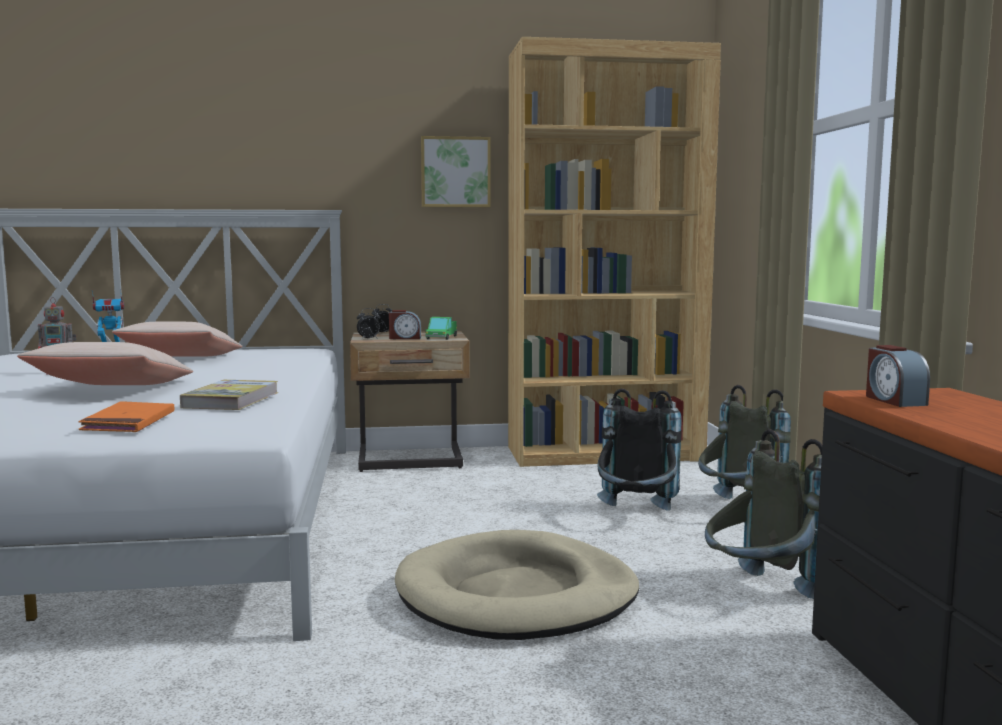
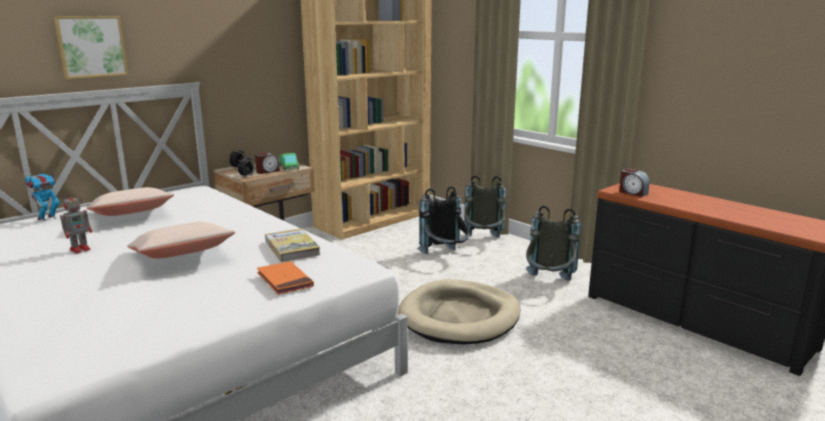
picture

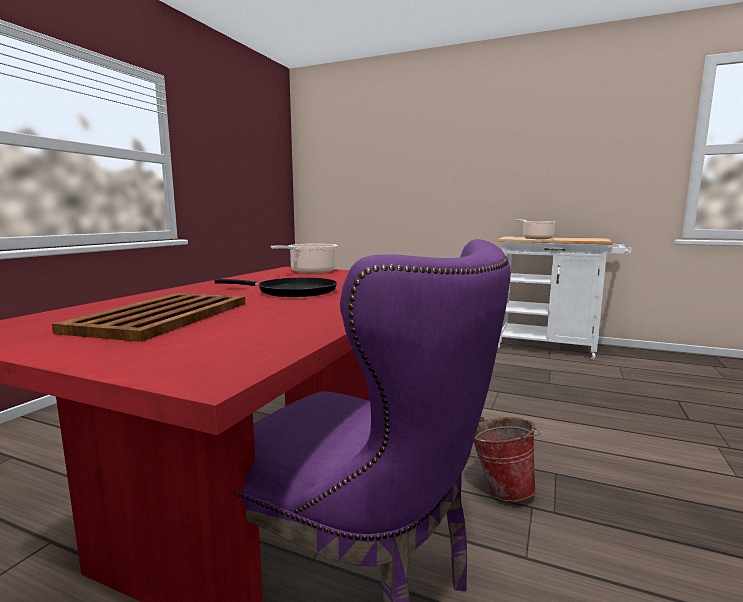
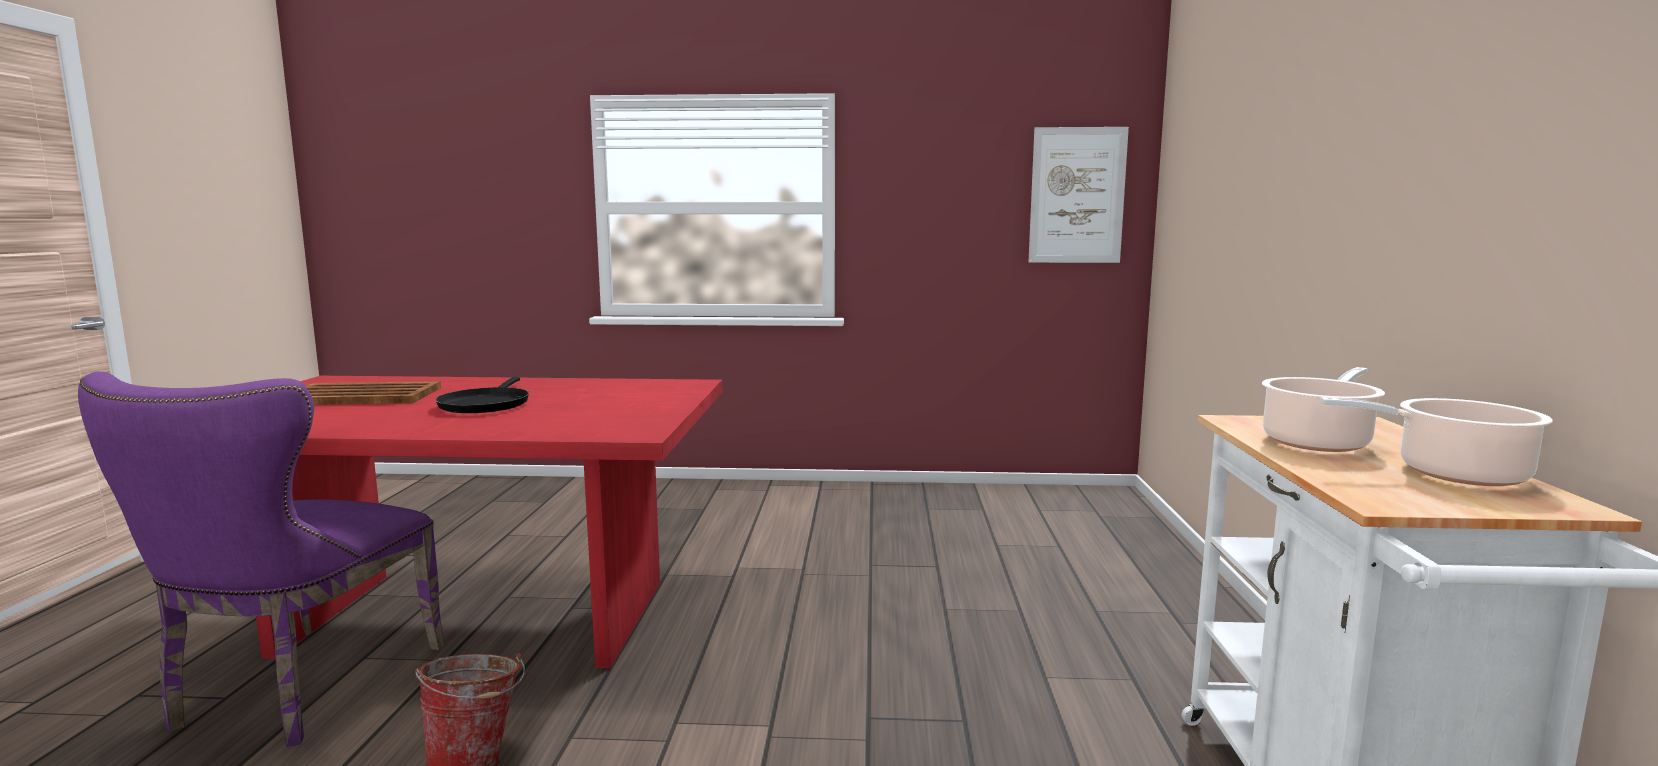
picture
cooking pot (2nd from left)

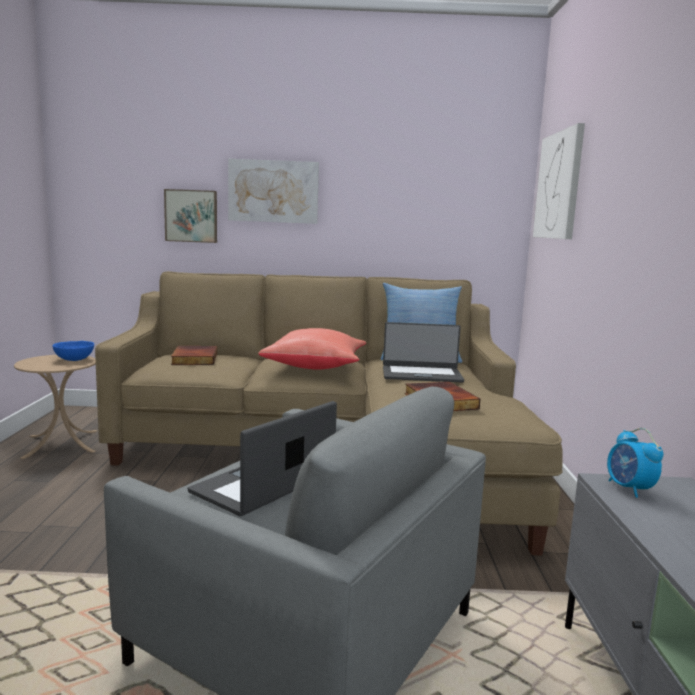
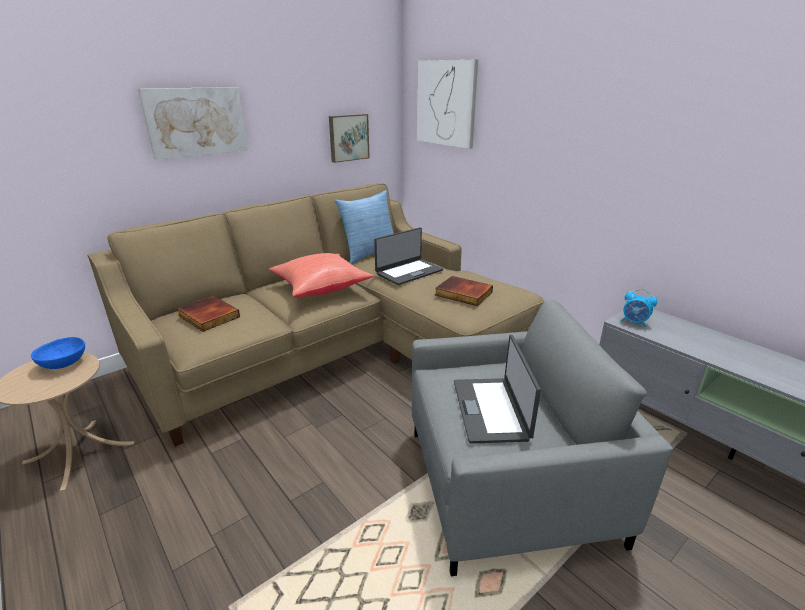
picture (2nd from left)

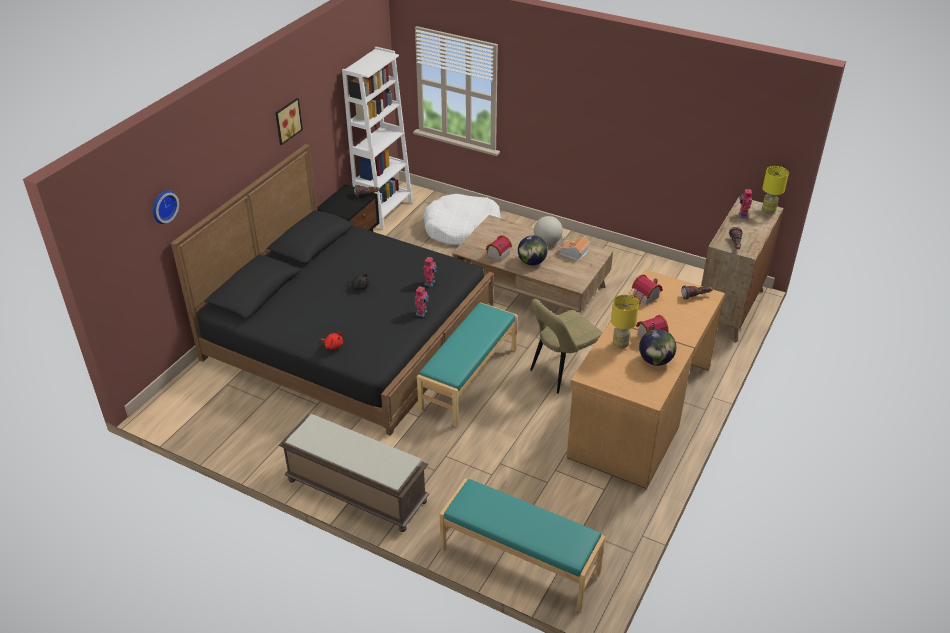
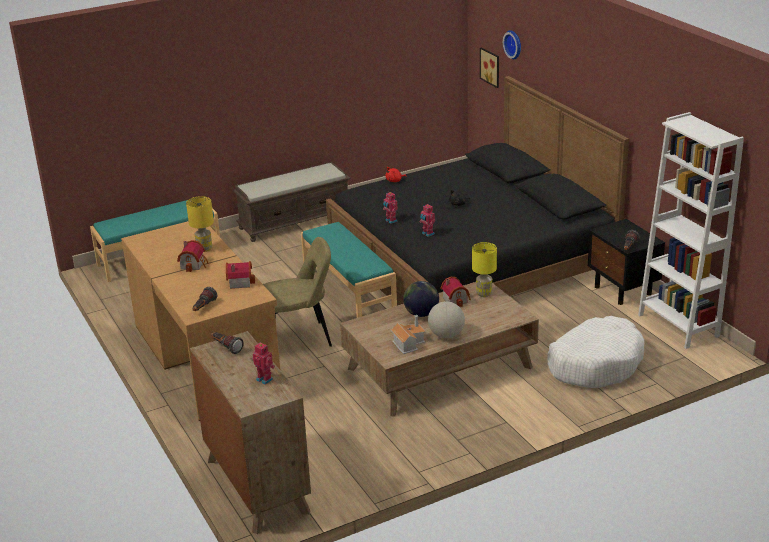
chair/beige
table lamp/yellow (2nd from left)
picture
globe (3rd from left in the first image)

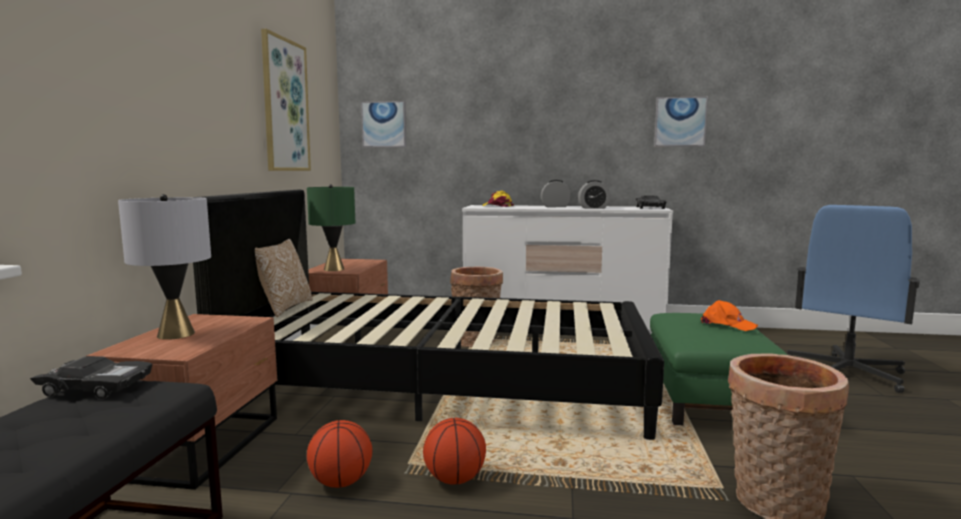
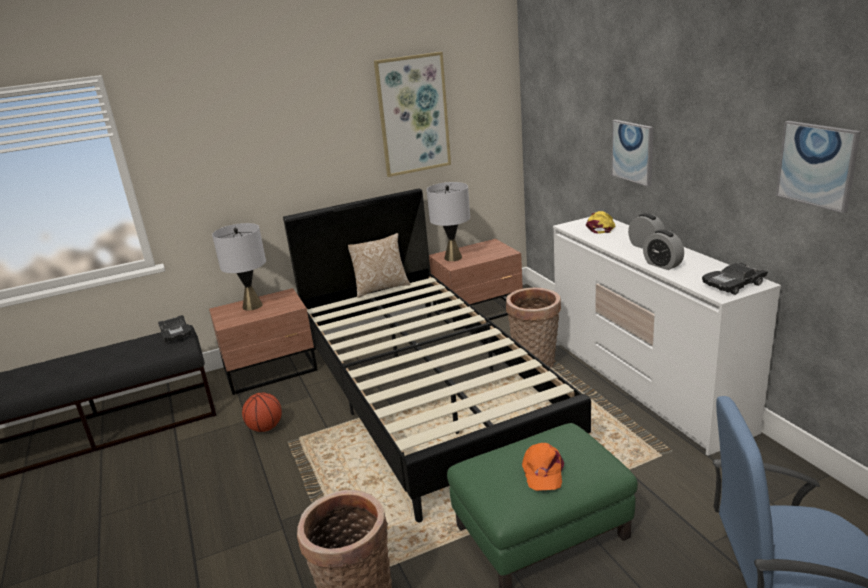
table lamp/grey (2nd from left)
picture (2nd from left)
basketball (2nd from left in the first image)

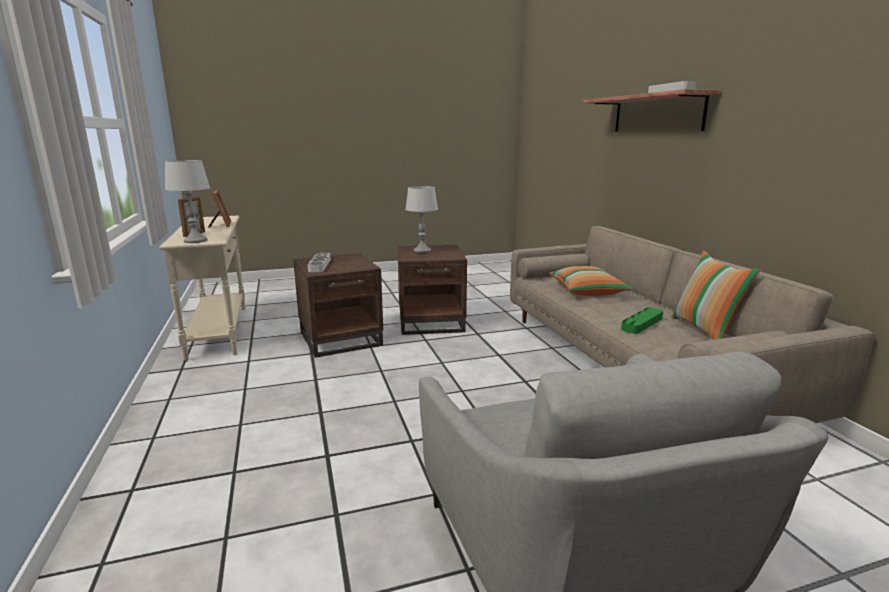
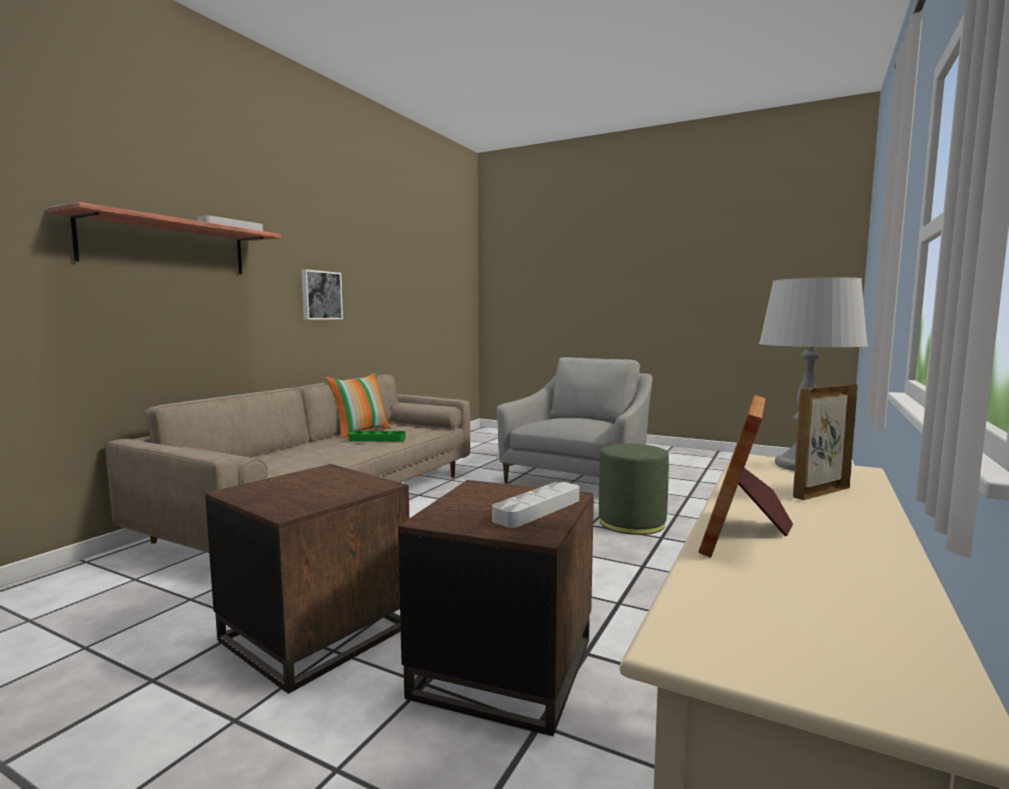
picture
ottoman/green
table lamp/grey (2nd from left in the first image)
pillow (1st from left in the first image)

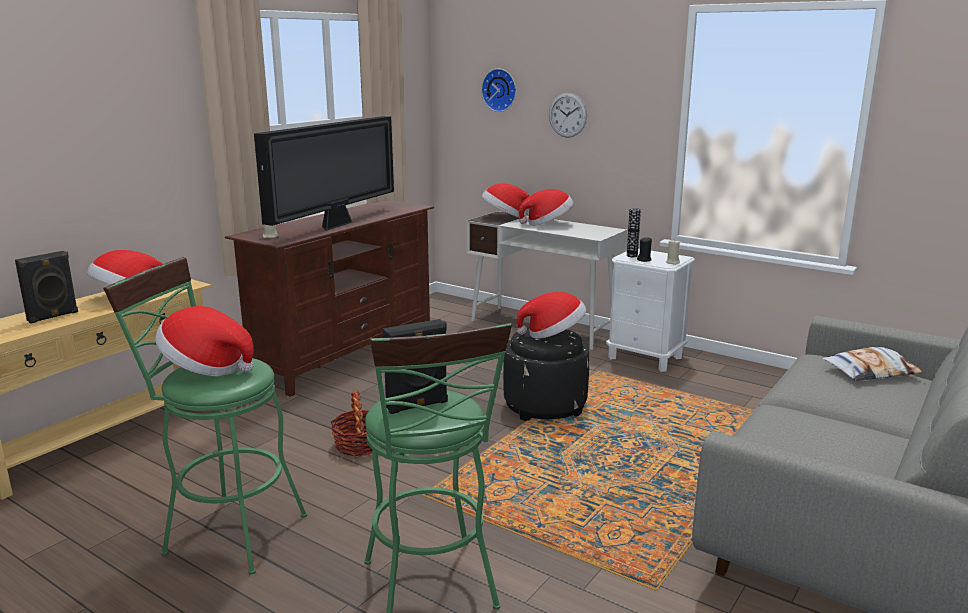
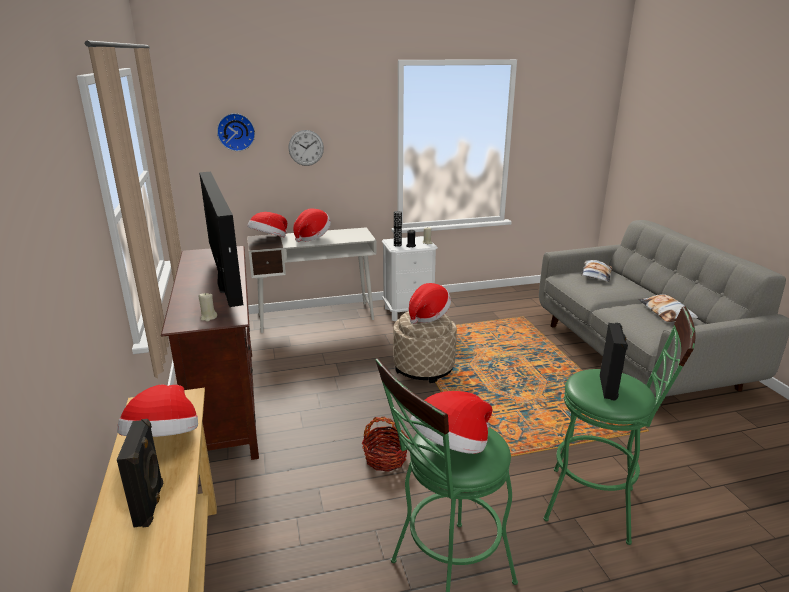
ottoman/beige
pillow (2nd from left)

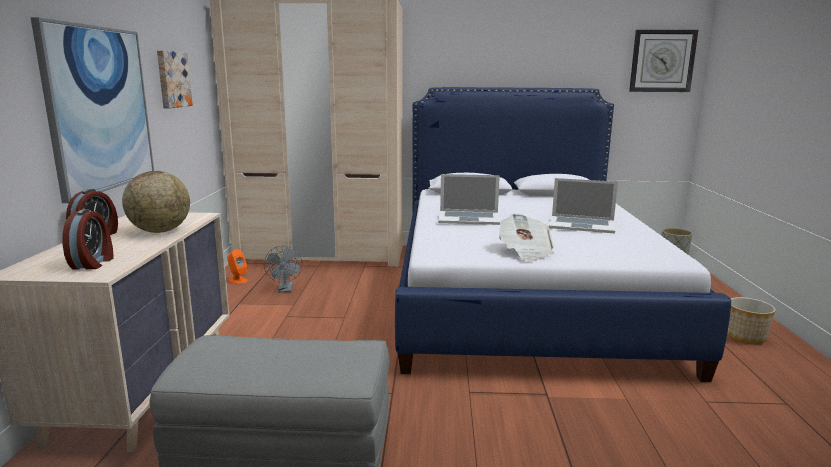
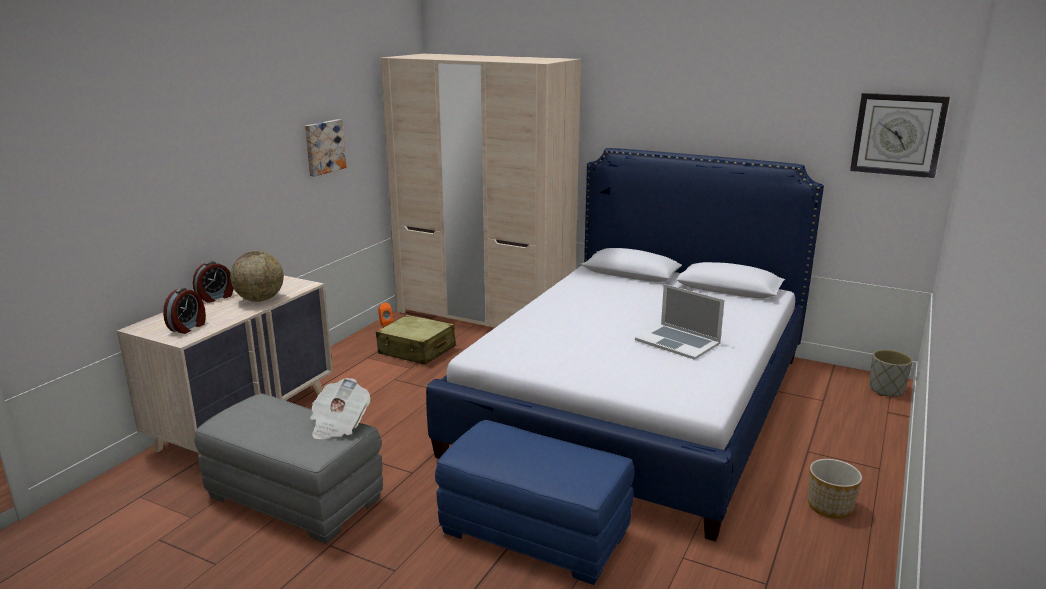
newspaper
suitcase/beige
ottoman/blue
picture (1st from left in the first image)
laptop (1st from left in the first image)

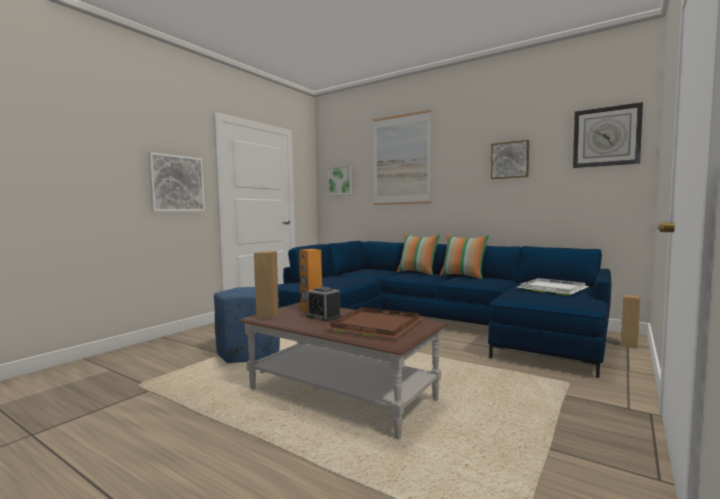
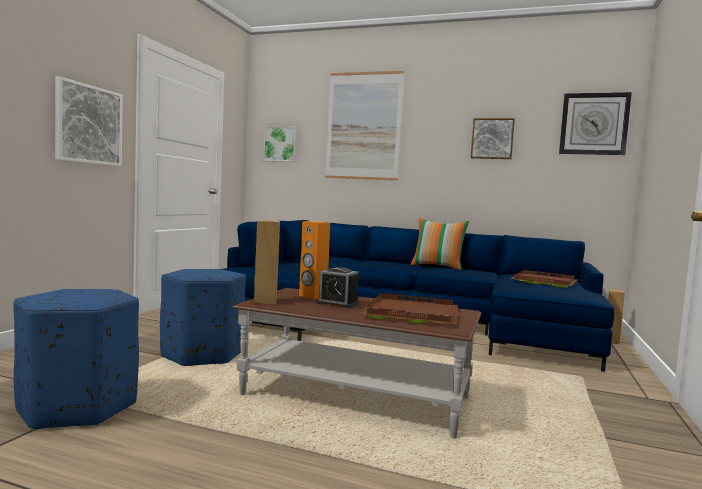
ottoman/blue (1st from left)
tray/brown (2nd from left)
pillow (1st from left in the first image)

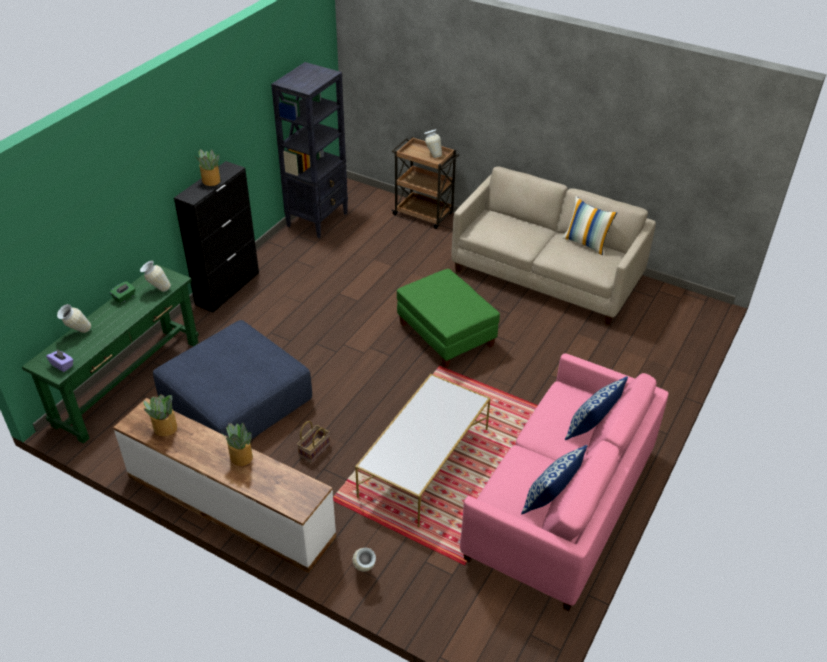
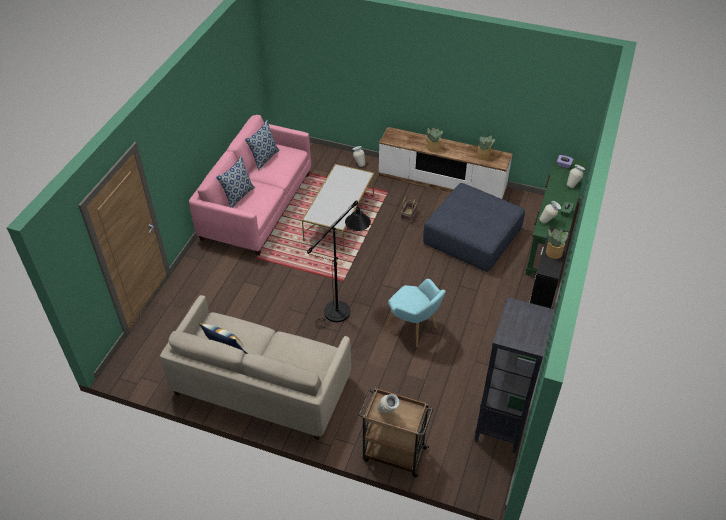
floor lamp/black
armchair/turquoise

